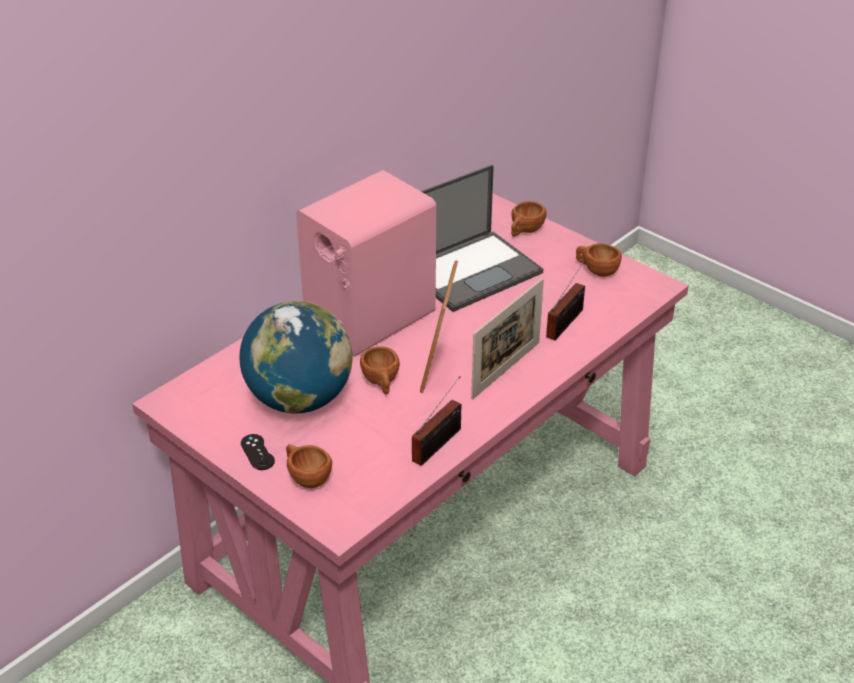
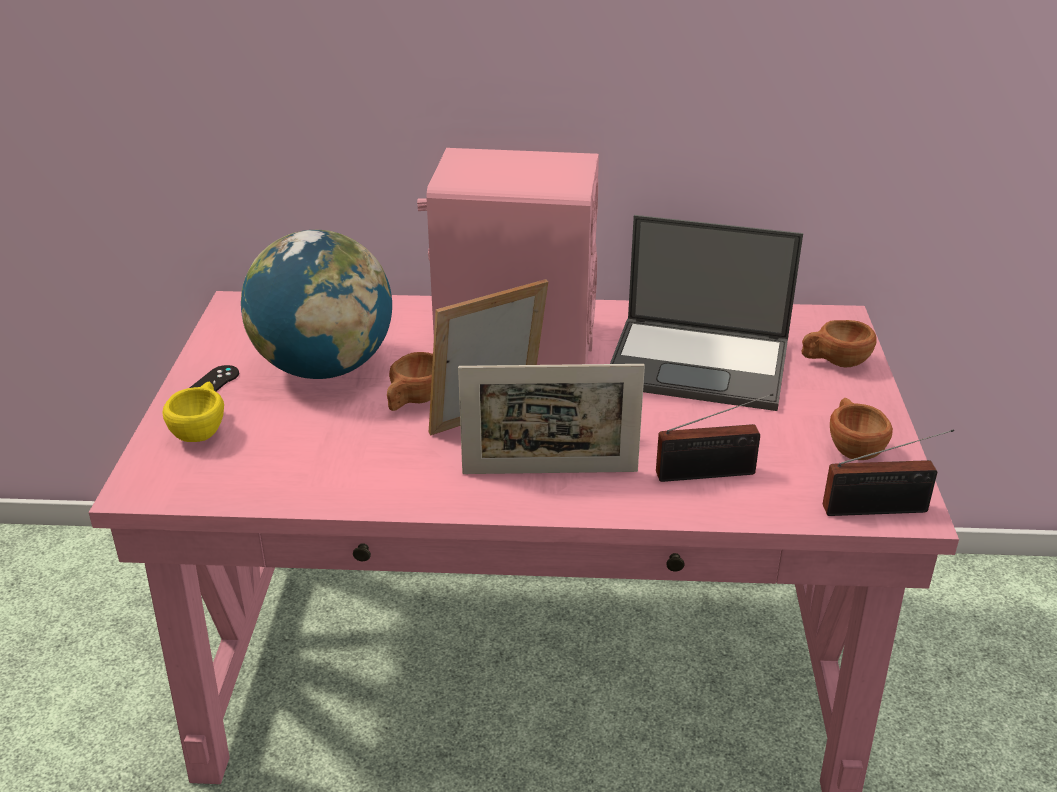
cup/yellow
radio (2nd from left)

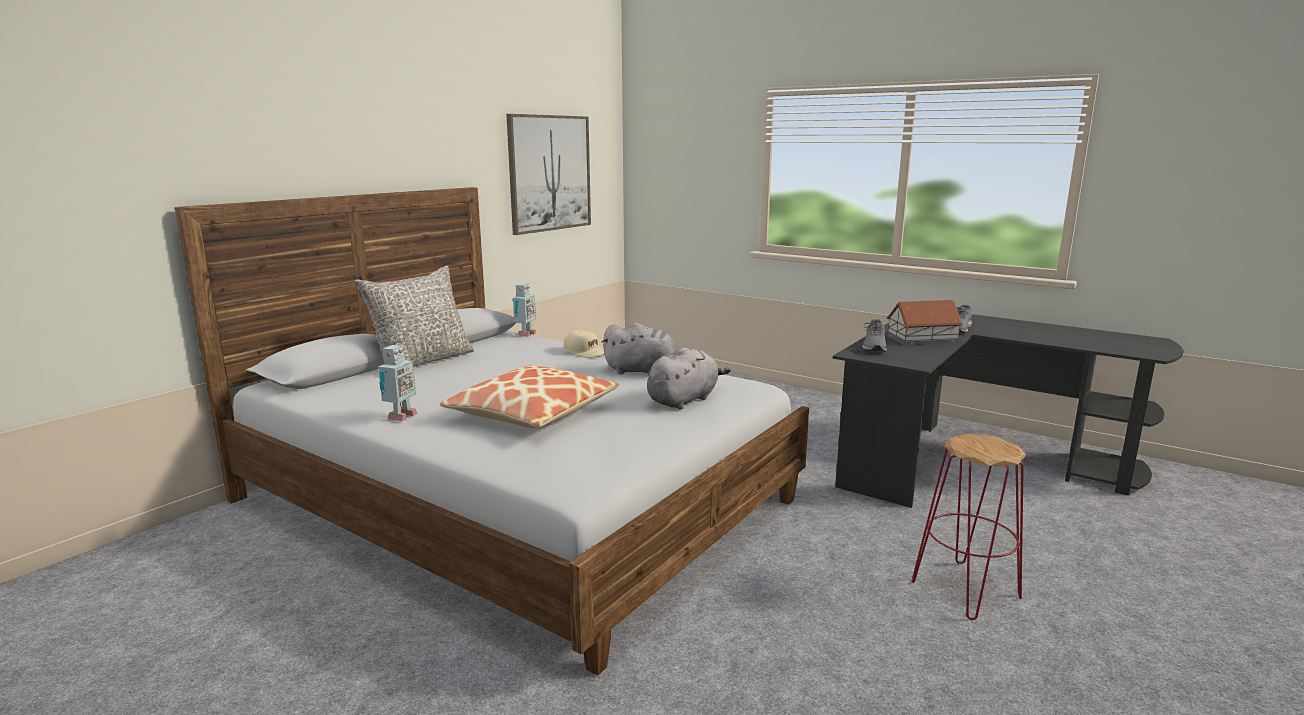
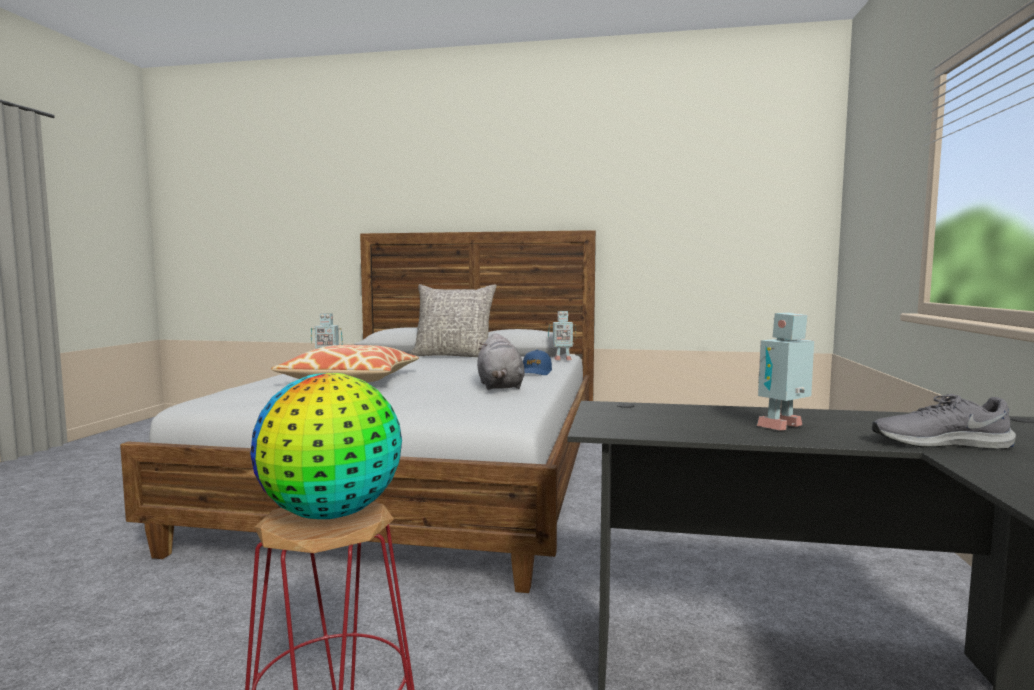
globe
cap/blue
toy robot (3rd from left)
picture
plush toy/grey (2nd from left in the first image)
shoe/grey (1st from left in the first image)

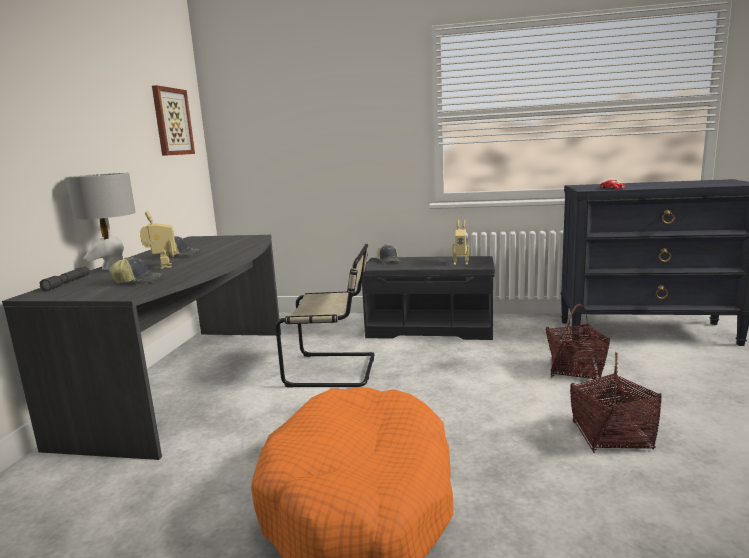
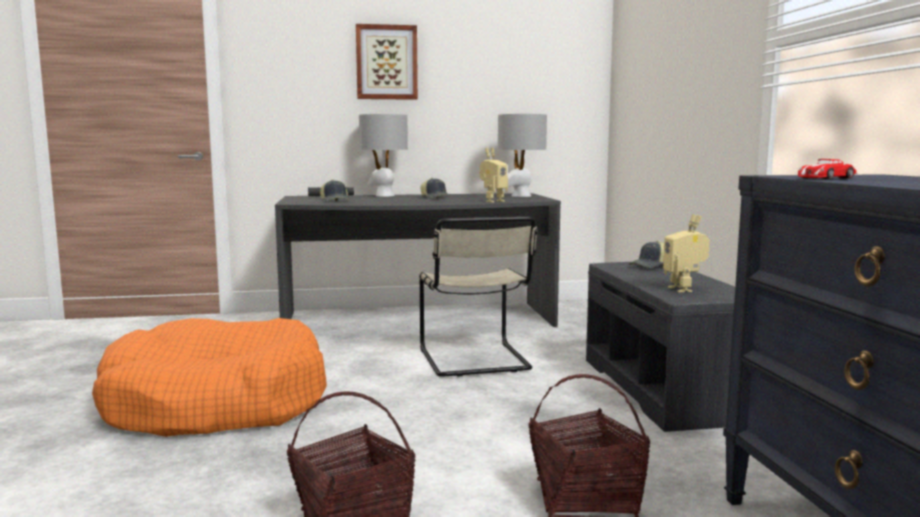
picture
toy robot (1st from left)
table lamp/grey (2nd from left)

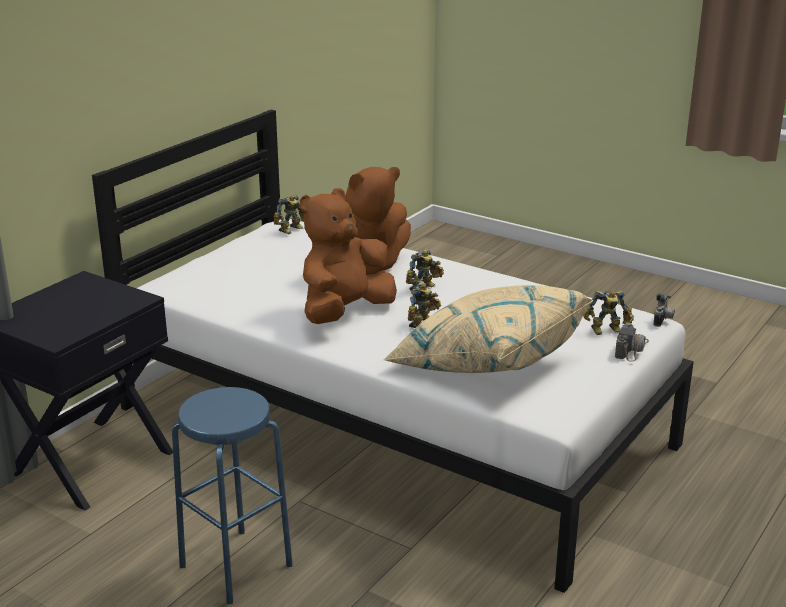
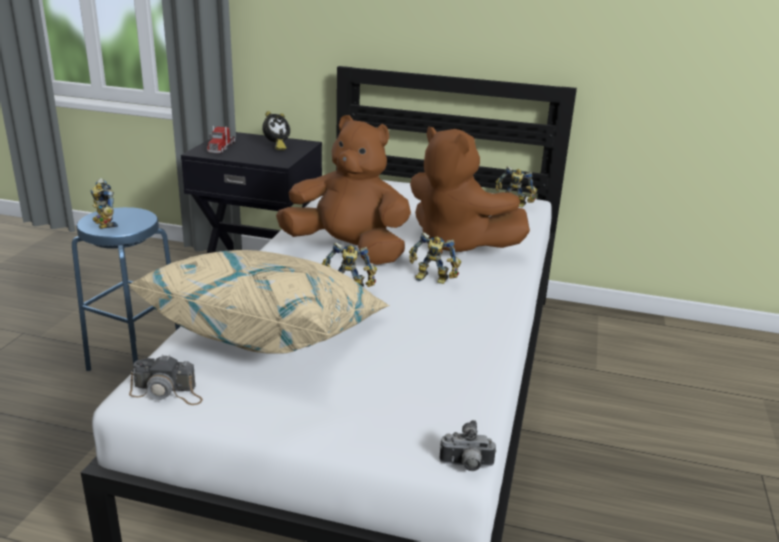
toy robot (1st from left)
photo camera (1st from left)
toy truck
alarm clock

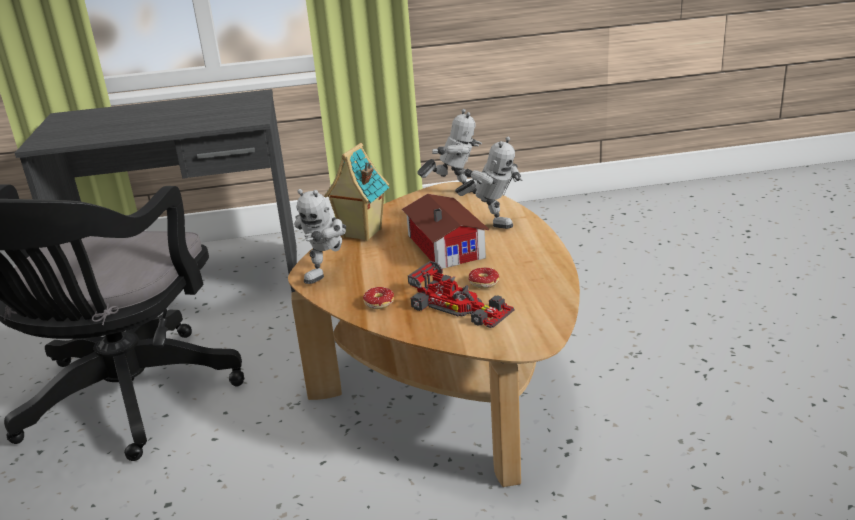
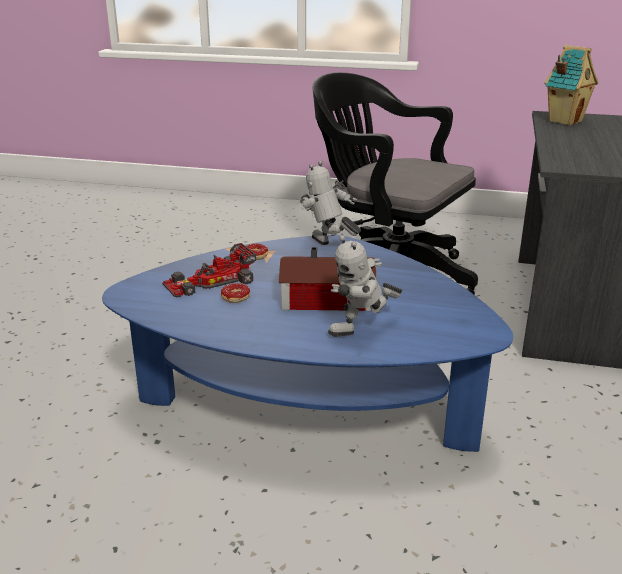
coffee table/blue
toy house (2nd from left)
toy robot (2nd from left in the first image)

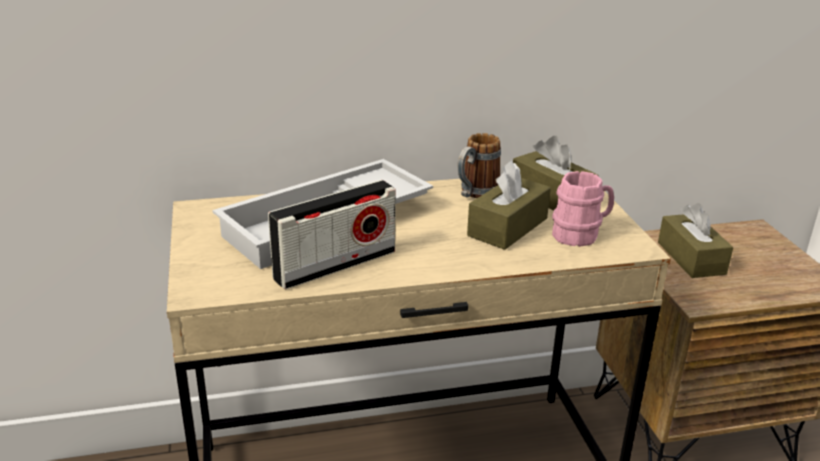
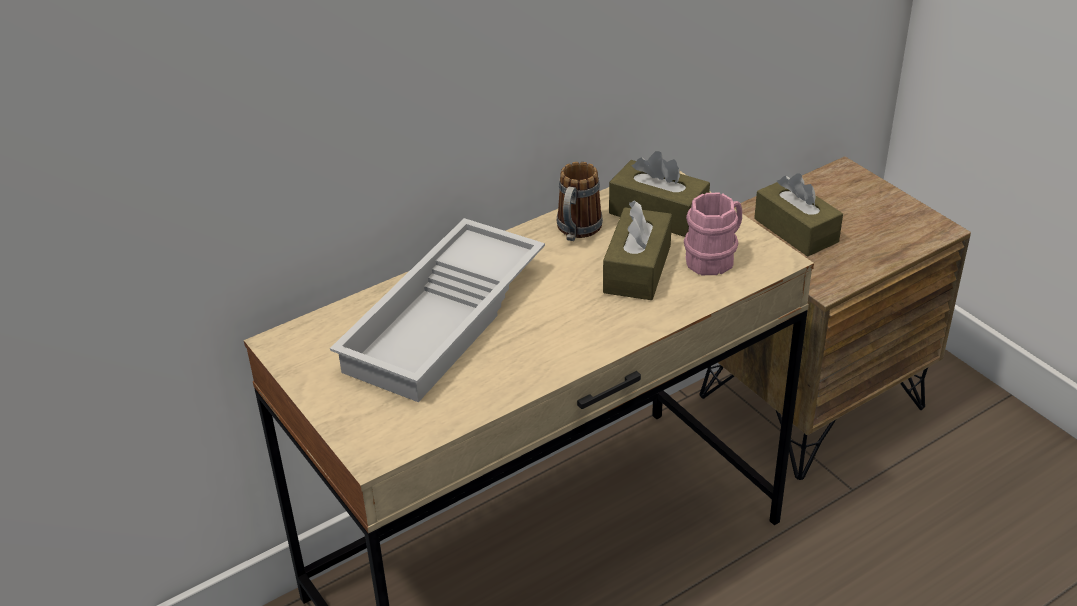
radio

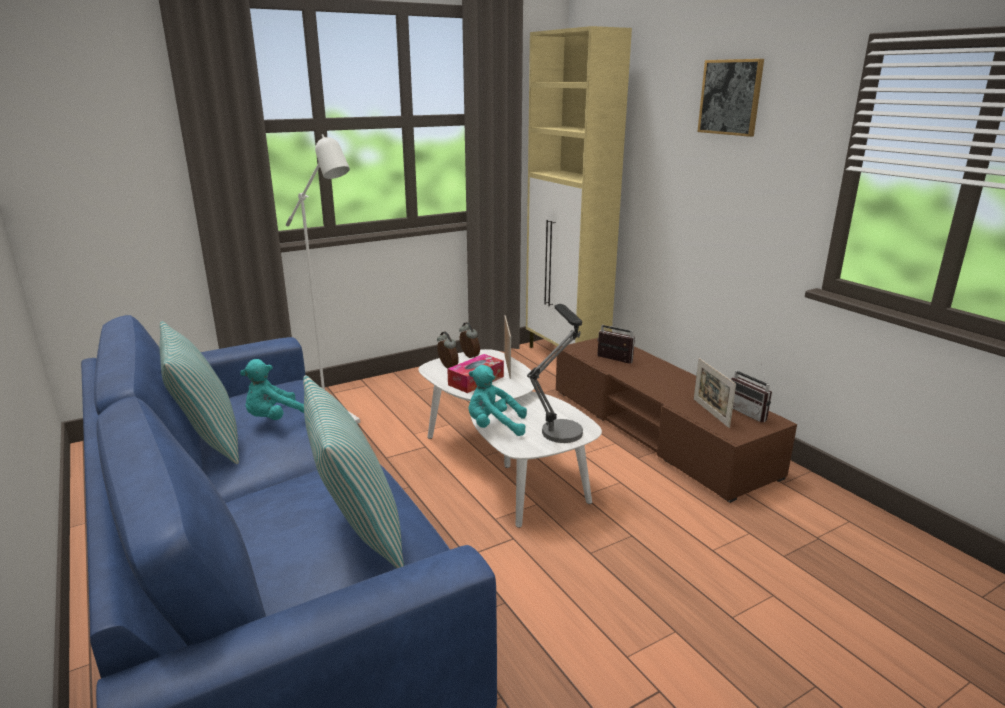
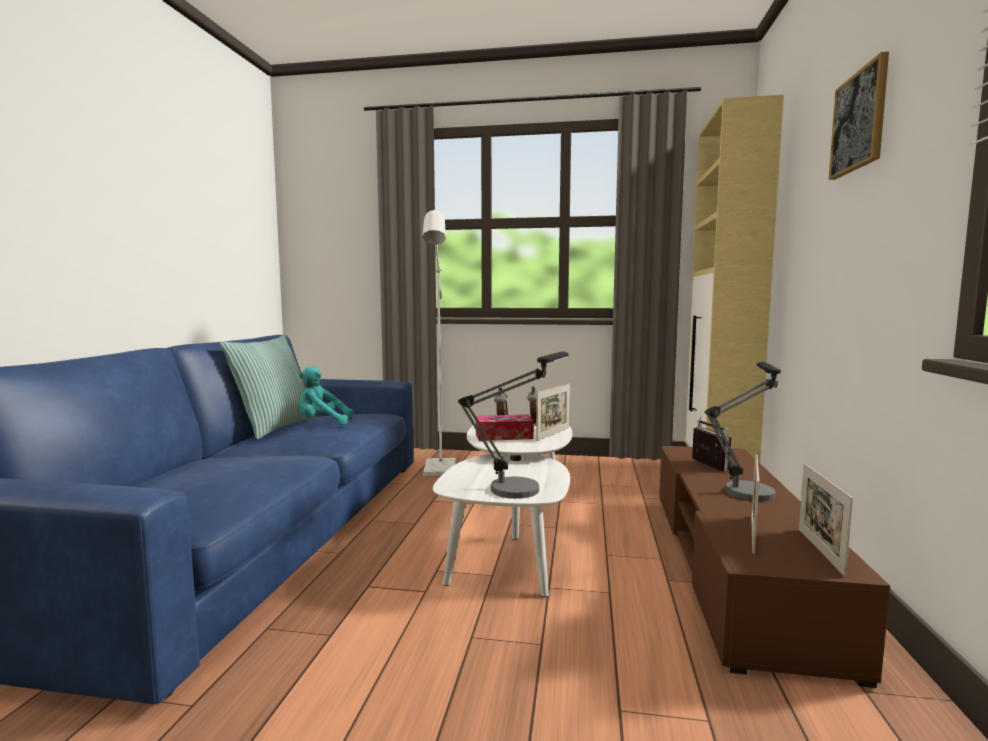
table lamp (2nd from left)
picture frame (3rd from left)
pillow (2nd from left in the first image)
plush toy/turquoise (2nd from left in the first image)

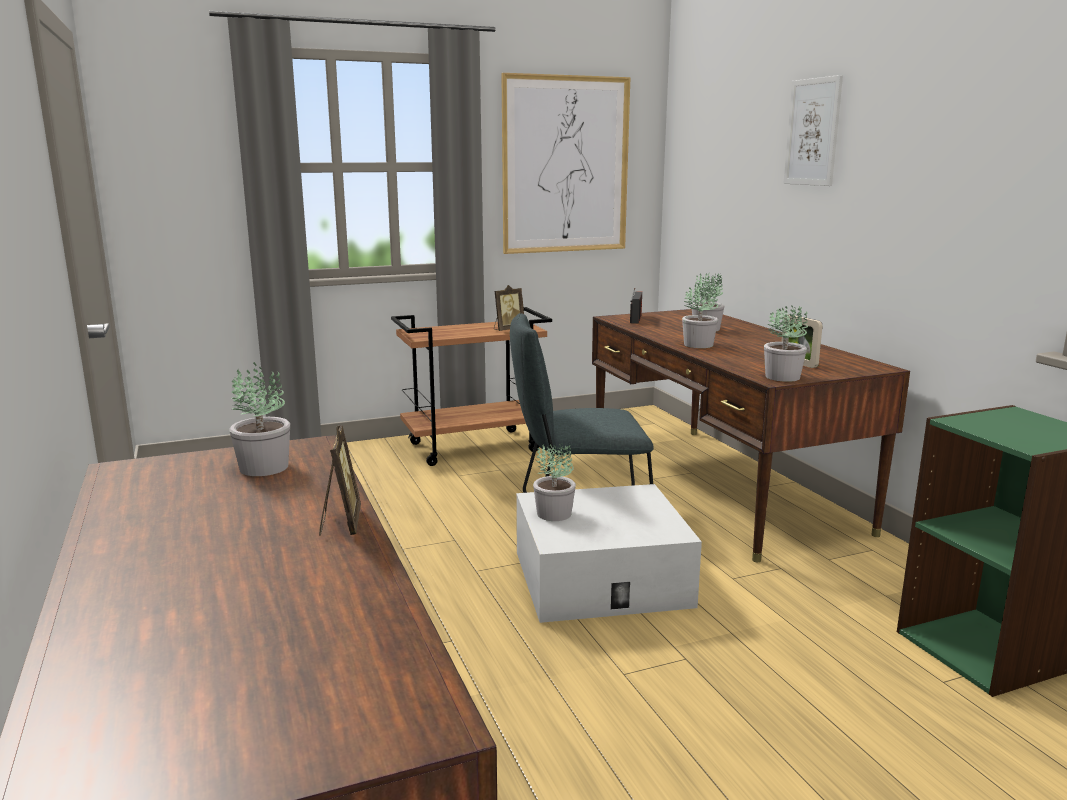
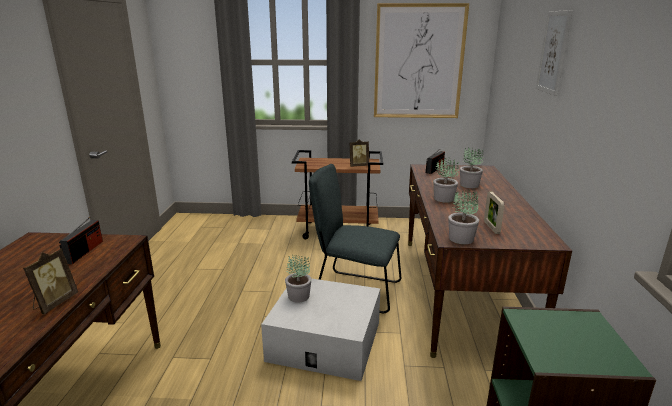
radio (1st from left)

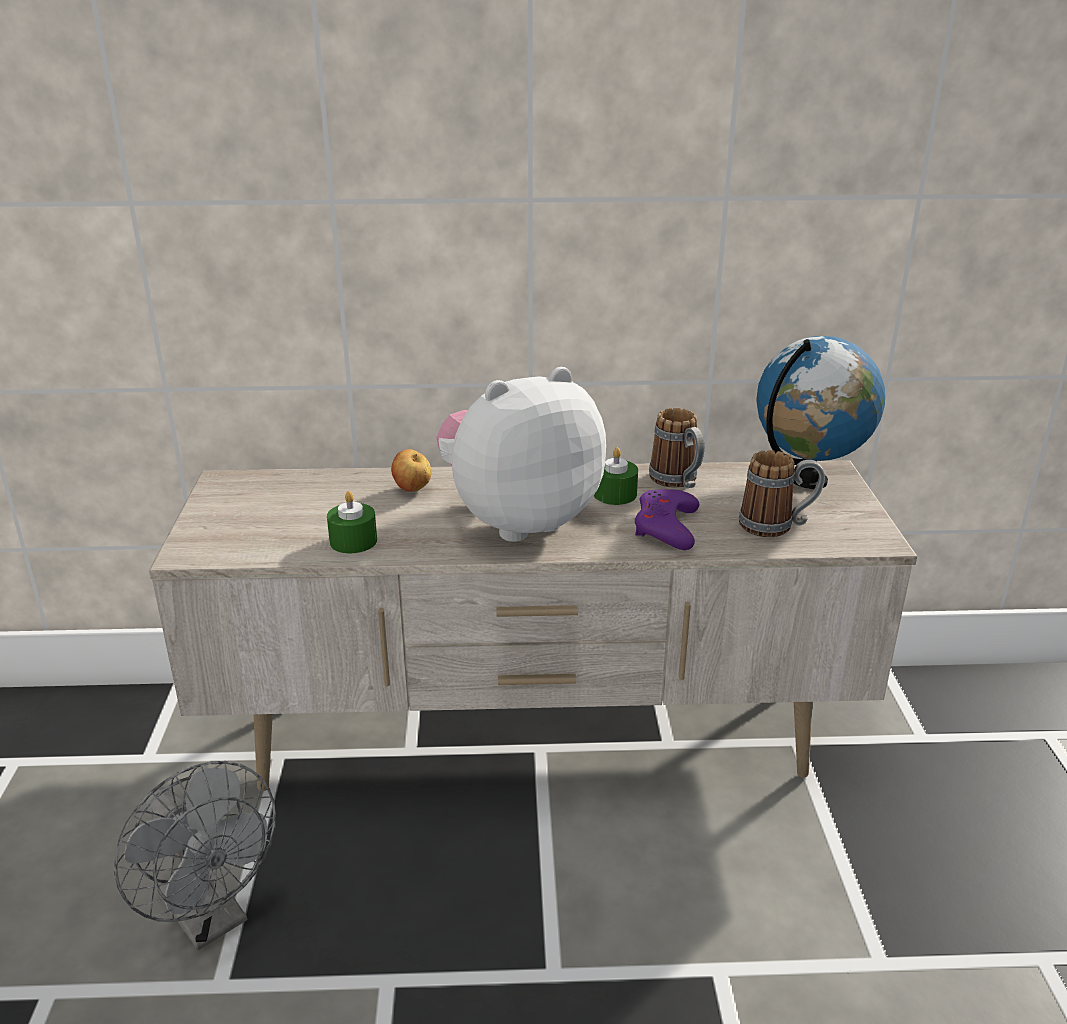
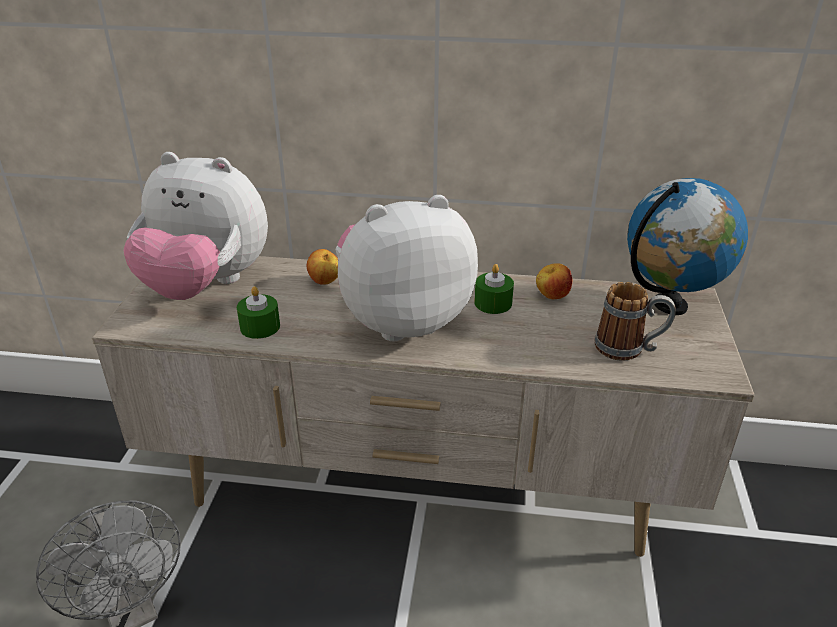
plush toy (1st from left)
apple (2nd from left)
game controller/purple

